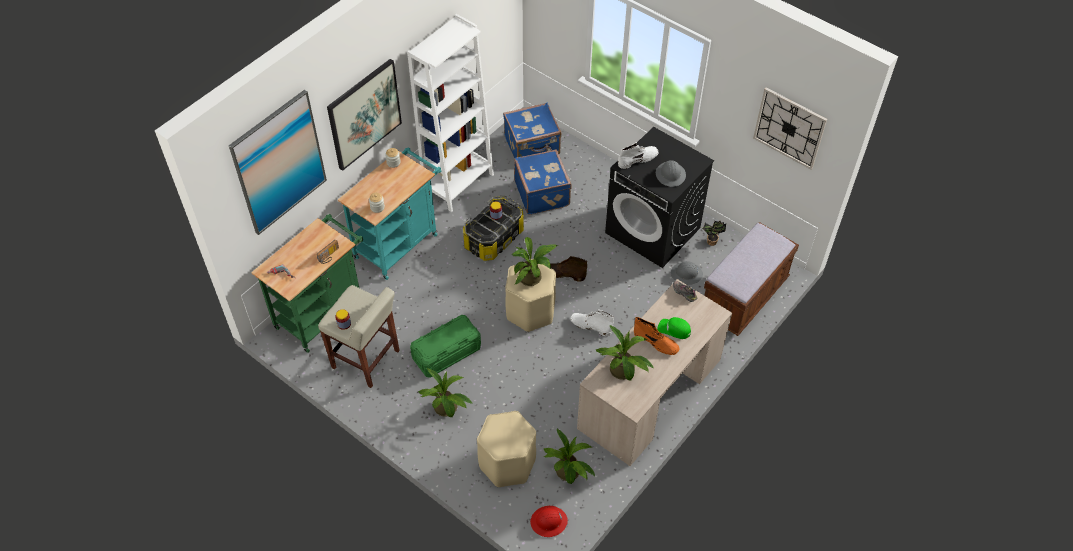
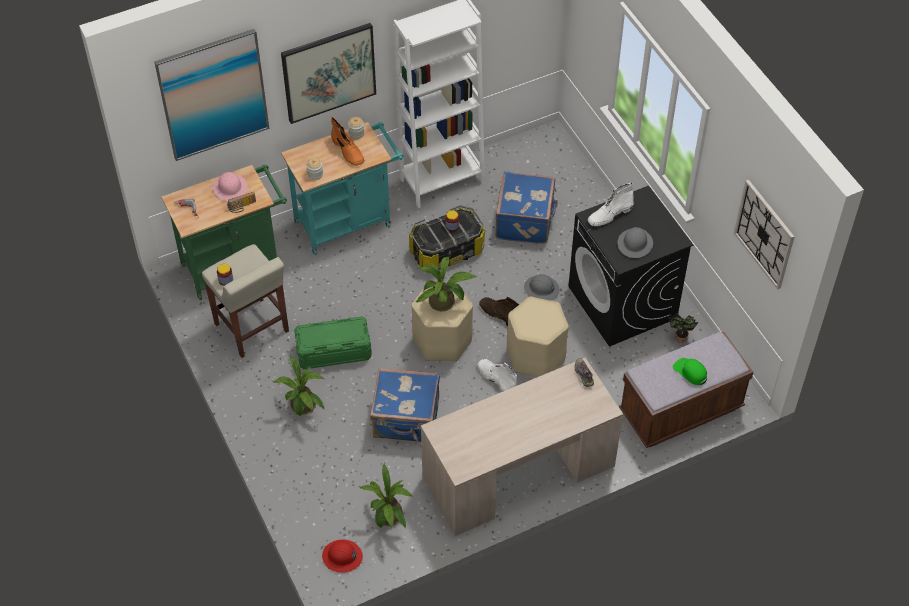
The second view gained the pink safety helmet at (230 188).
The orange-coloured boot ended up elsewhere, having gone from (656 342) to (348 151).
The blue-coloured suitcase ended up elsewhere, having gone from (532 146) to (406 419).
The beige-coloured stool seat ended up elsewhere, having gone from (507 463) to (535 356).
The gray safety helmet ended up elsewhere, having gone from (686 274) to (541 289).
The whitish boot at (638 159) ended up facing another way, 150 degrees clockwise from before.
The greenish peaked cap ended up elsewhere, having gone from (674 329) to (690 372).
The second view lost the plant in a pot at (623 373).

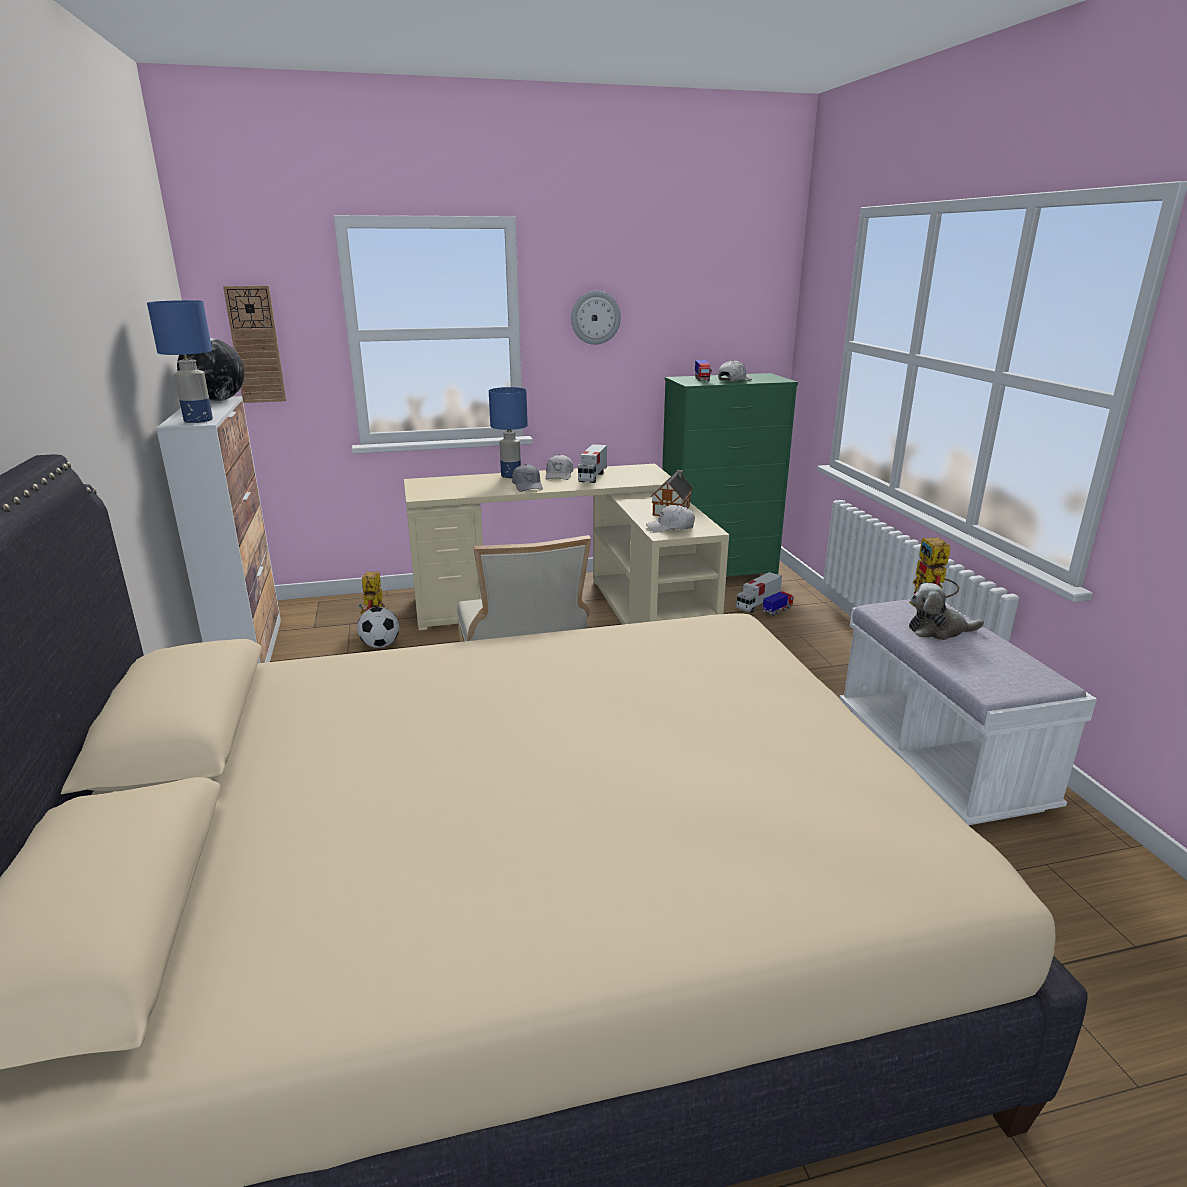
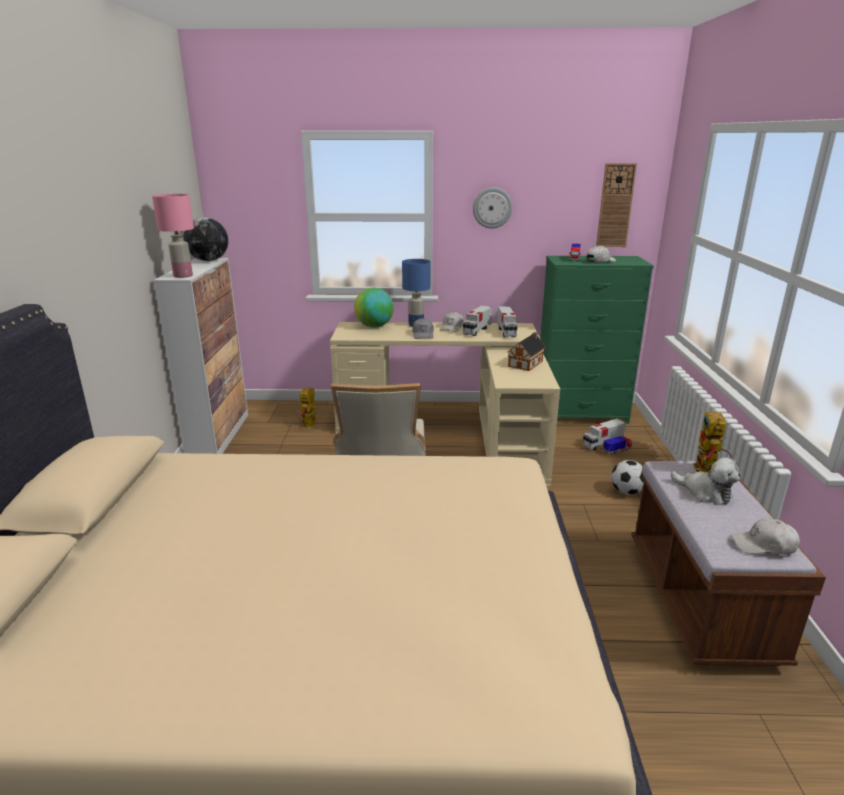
What was the blue-coloured table lamp at (199 420) turned into the pink table lamp at (183 276).
The second view gained the desk globe at (374 326).
The second view gained the model truck at (506 331).
The clock on the wall ended up elsewhere, having gone from (256 345) to (615 206).
The ball for football ended up elsewhere, having gone from (380 645) to (627 492).
What was the whitish indoor bench at (938 760) turned into the brown-coloured indoor bench at (700 601).
The plush toy at (938 630) ended up facing another way, 150 degrees counterclockwise from before.
The whitish peaked cap ended up elsewhere, having gone from (670 527) to (764 545).

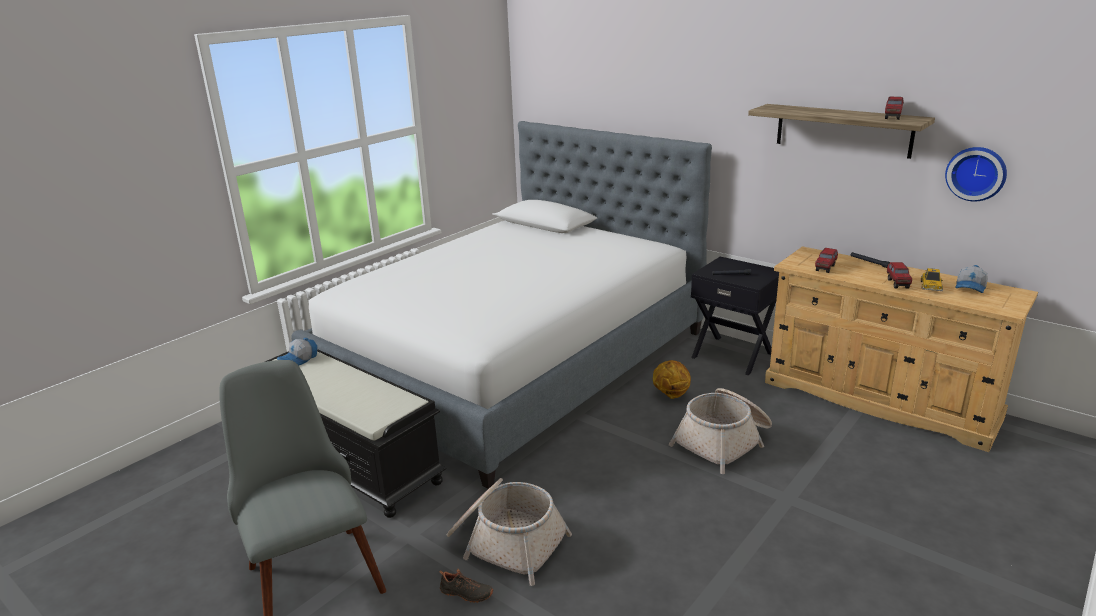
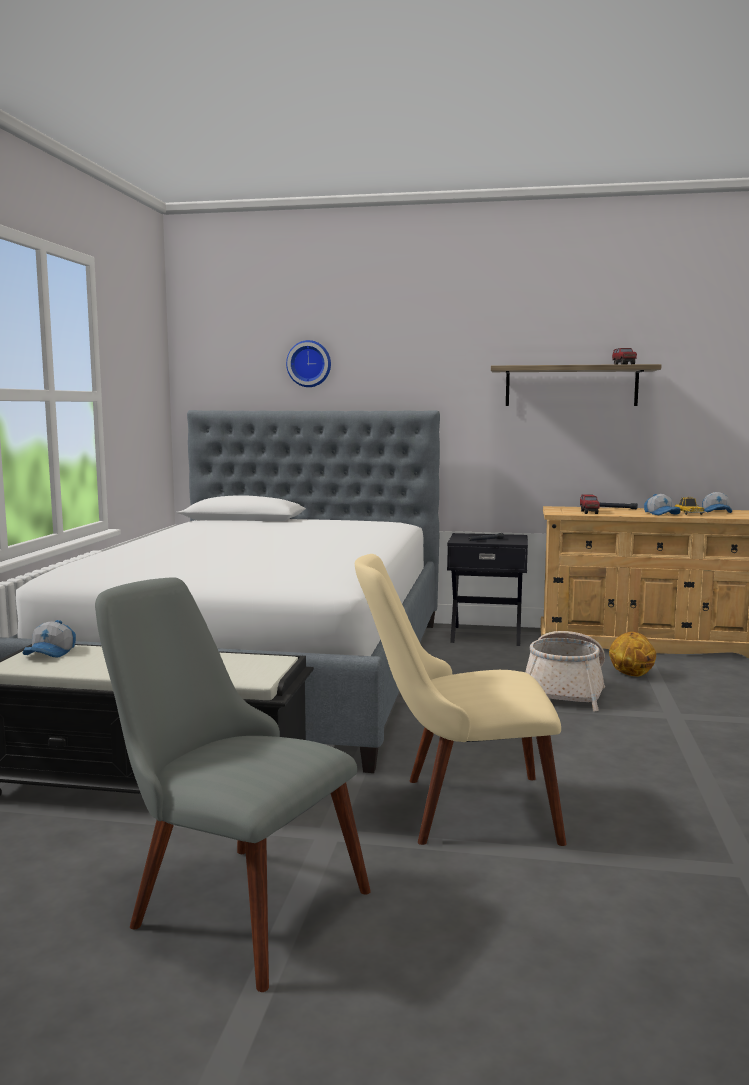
The clock on the wall ended up elsewhere, having gone from (976 173) to (309 364).
Where the storage basket stood at (506 542), the beige-coloured plain chair came to stand at (457 809).
The basketball ball ended up elsewhere, having gone from (670 394) to (631 674).
Where the model truck stood at (897 283), the peaked cap came to stand at (662 514).
The second view lost the black-coloured low shoe at (466 594).

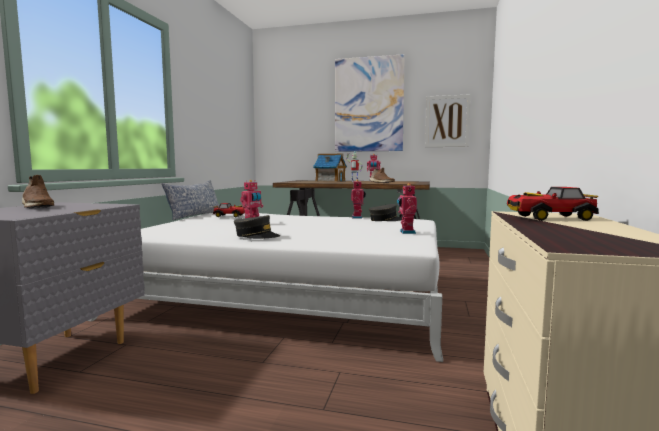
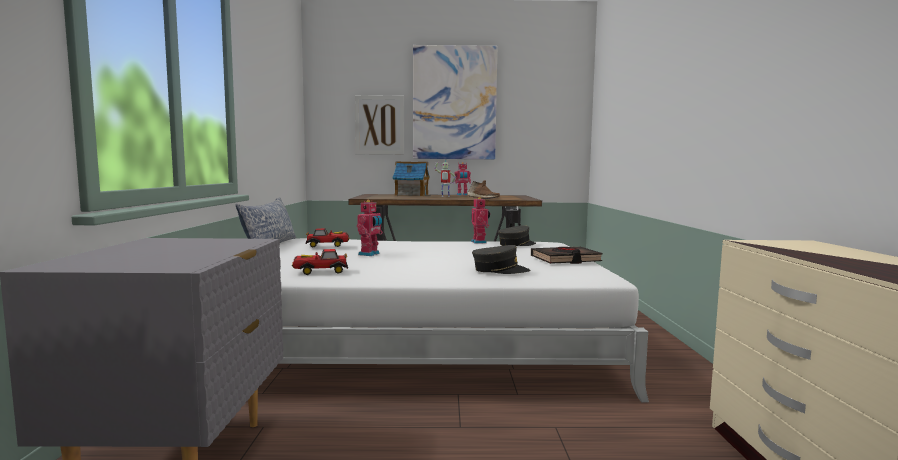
The model car ended up elsewhere, having gone from (549 218) to (320 271).
The wall picture ended up elsewhere, having gone from (447 121) to (379 125).
The gray peaked cap ended up elsewhere, having gone from (256 236) to (499 270).
Where the toy robot stood at (406 232), the black-coloured book came to stand at (565 260).
The second view lost the brown-coloured low shoe at (37 207).

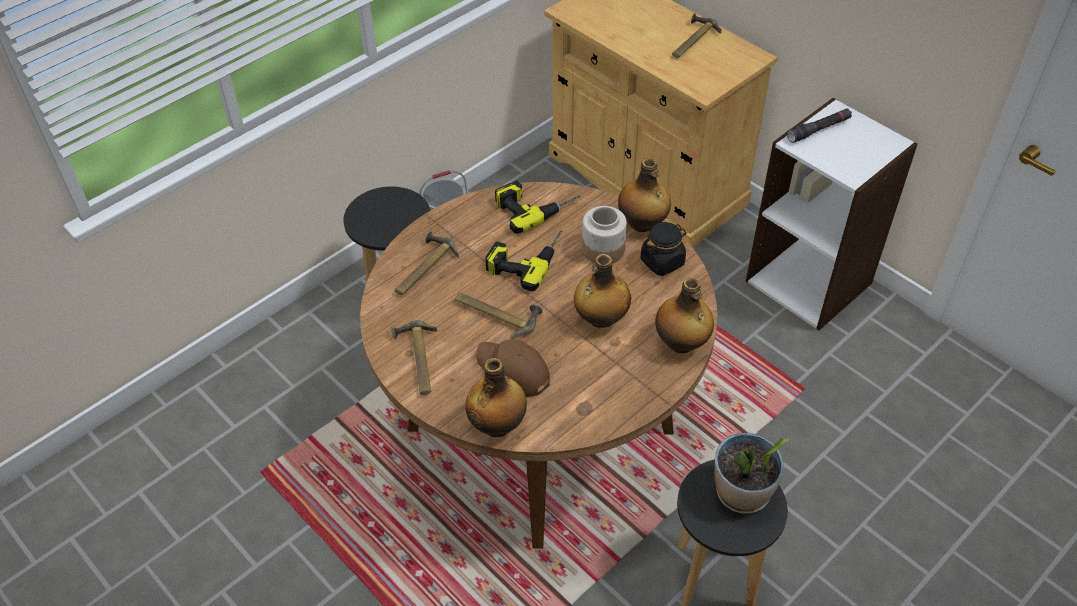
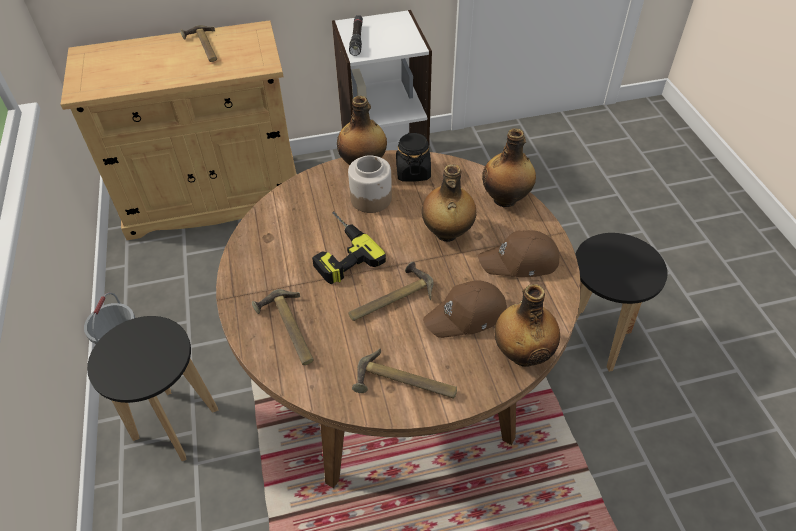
The second view gained the brown-coloured peaked cap at (520 262).
The second view lost the electric drill at (535 205).
The second view lost the plant in a pot at (742 494).

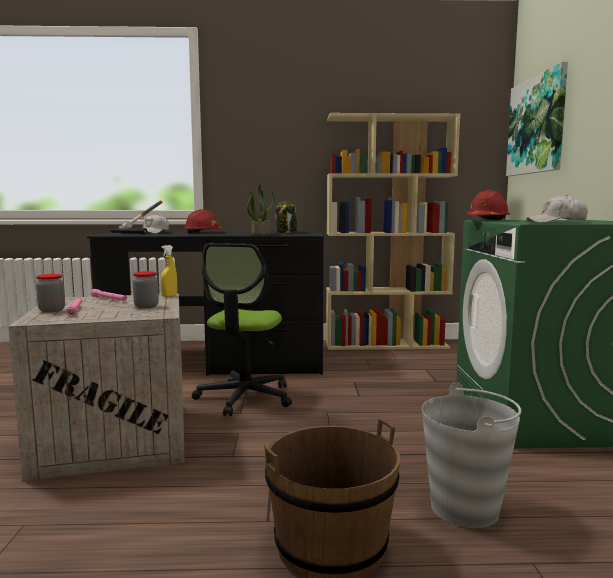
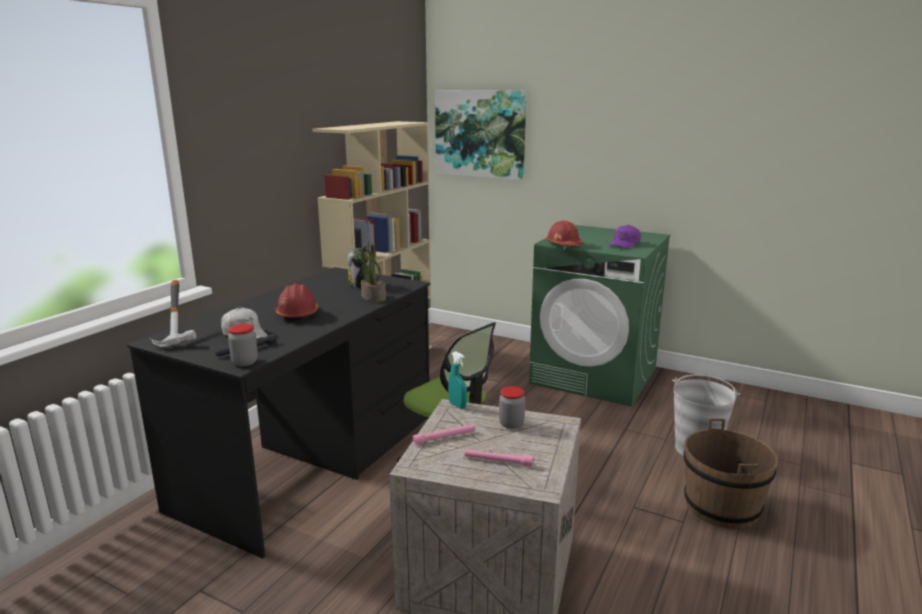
The jar ended up elsewhere, having gone from (52 310) to (245 362).
What was the yellow-coloured spray bottle at (169 296) turned into the turquoise spray bottle at (457 405).
What was the whitish peaked cap at (556 222) turned into the purplish peaked cap at (624 244).

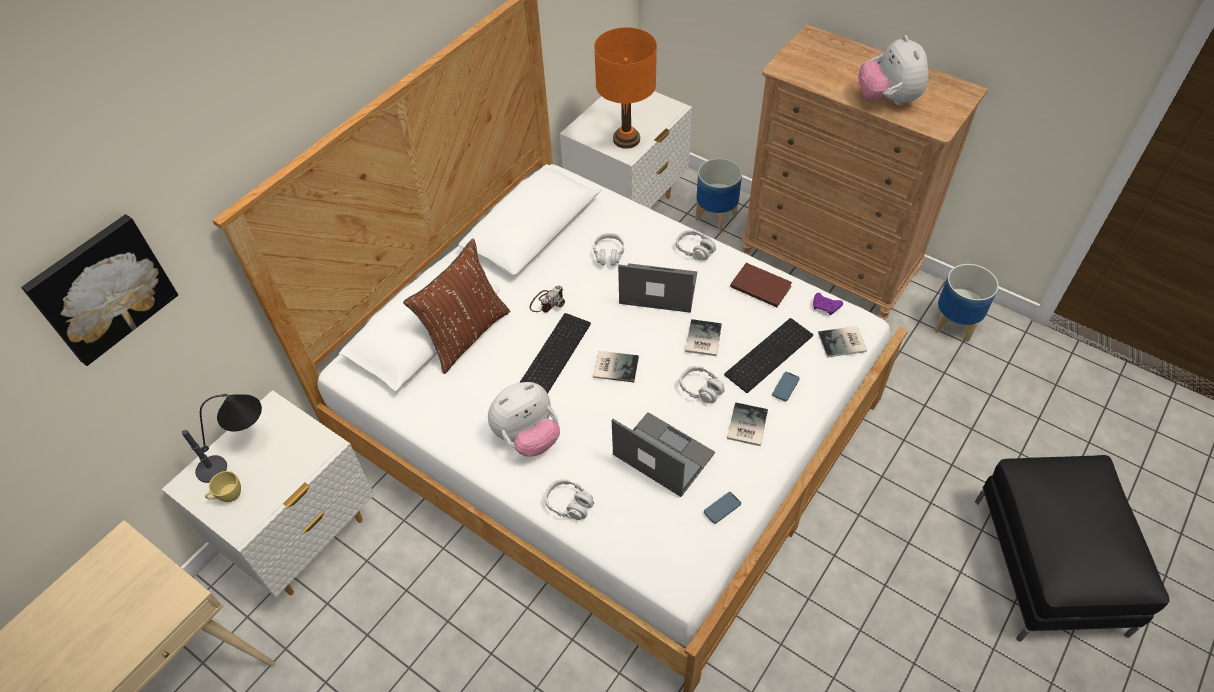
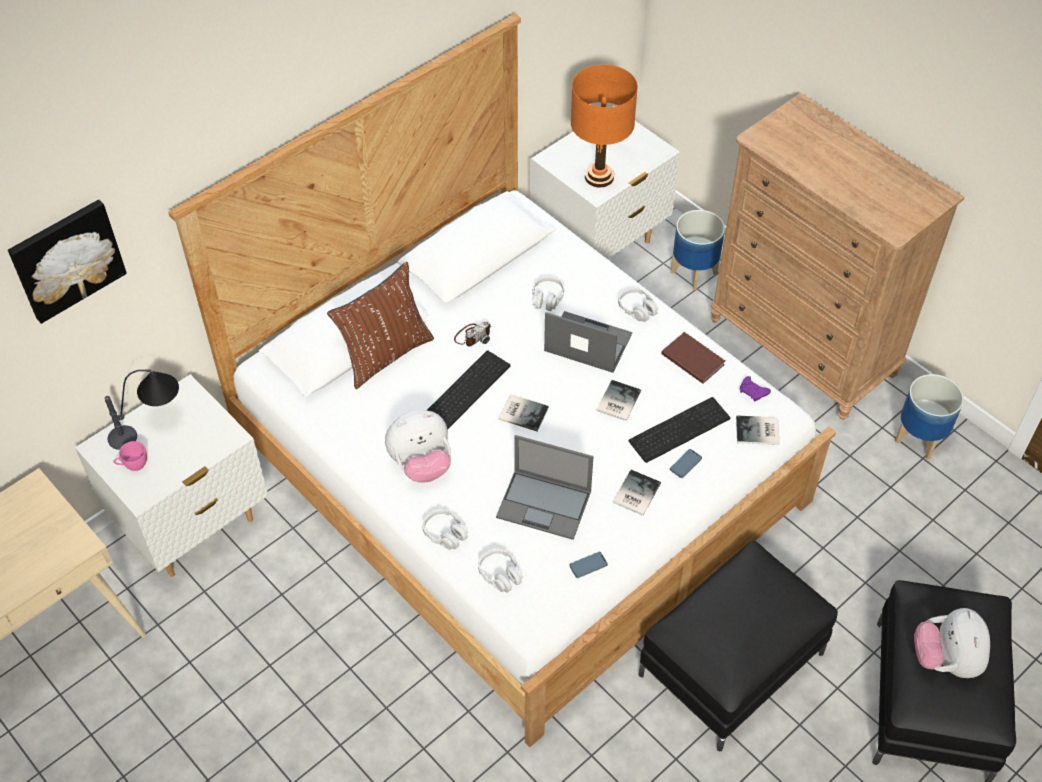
What was the yellow-coloured cup at (228 496) turned into the pink cup at (133 465).
The gray headphones ended up elsewhere, having gone from (701 389) to (500 574).
The notebook computer at (662 454) ended up facing another way, 150 degrees clockwise from before.
The second view gained the black-coloured pouffe at (731 663).
The plush toy ended up elsewhere, having gone from (888 99) to (945 660).

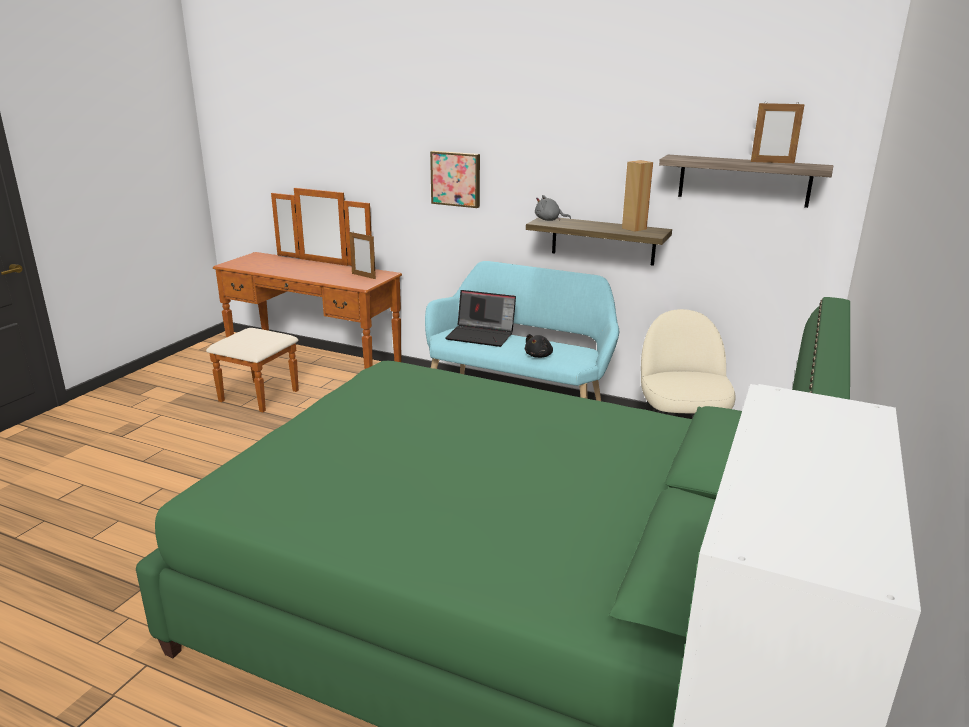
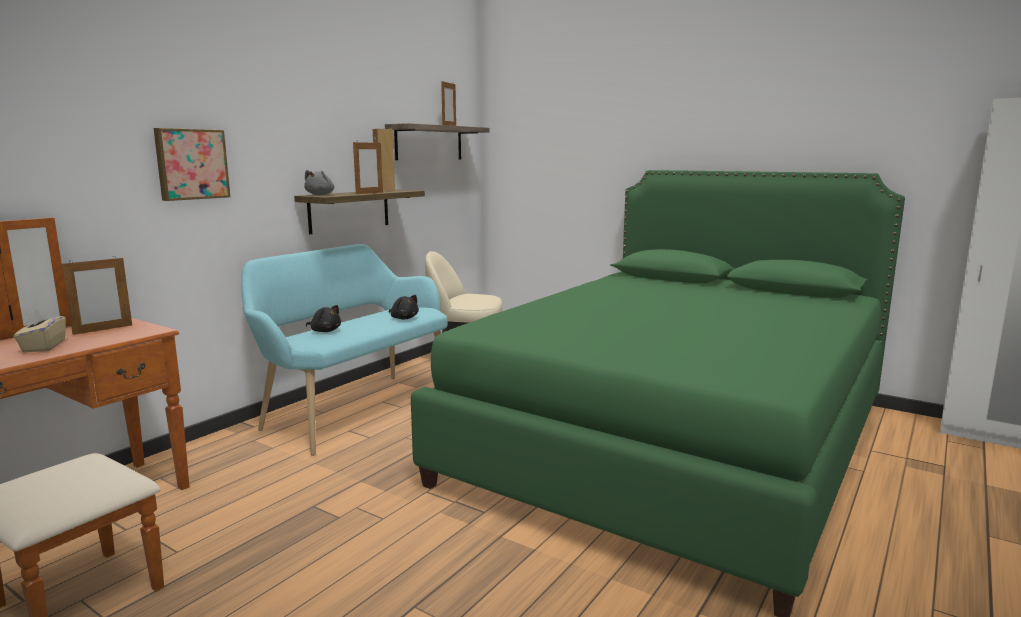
The second view gained the beige-coloured box of tissues at (43 347).
Where the notebook computer stood at (481 335), the black-coloured plush toy came to stand at (325 331).
The second view gained the standing frame at (369 193).

